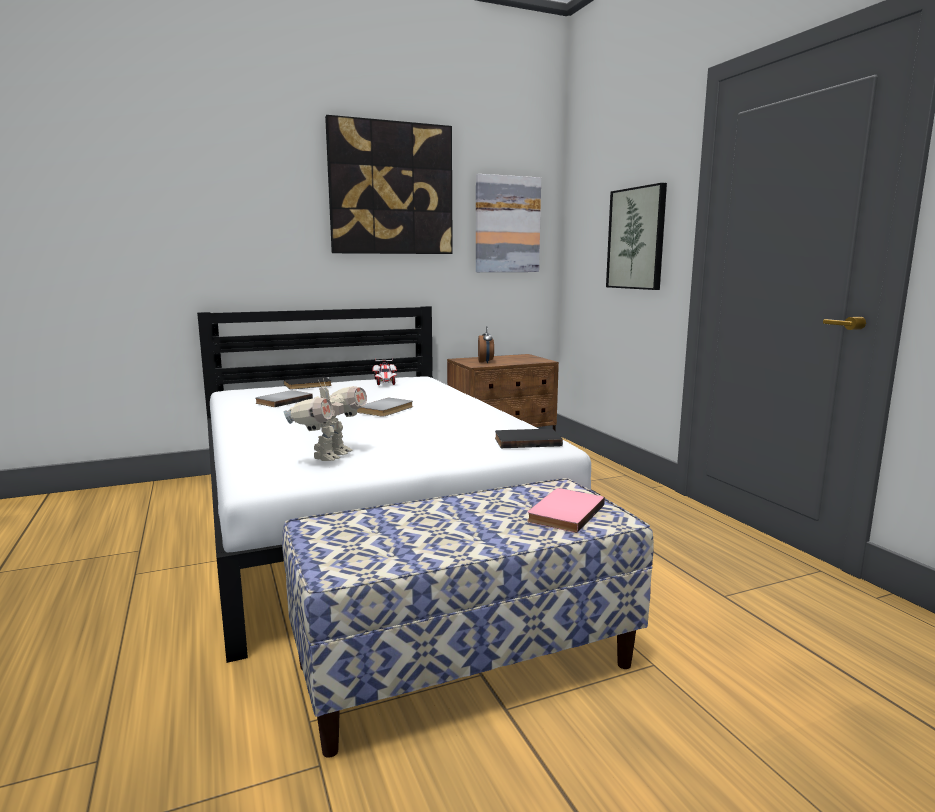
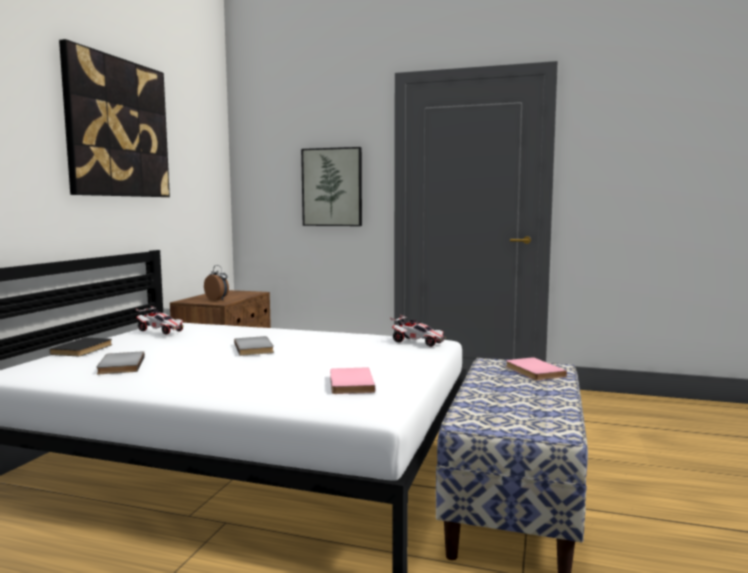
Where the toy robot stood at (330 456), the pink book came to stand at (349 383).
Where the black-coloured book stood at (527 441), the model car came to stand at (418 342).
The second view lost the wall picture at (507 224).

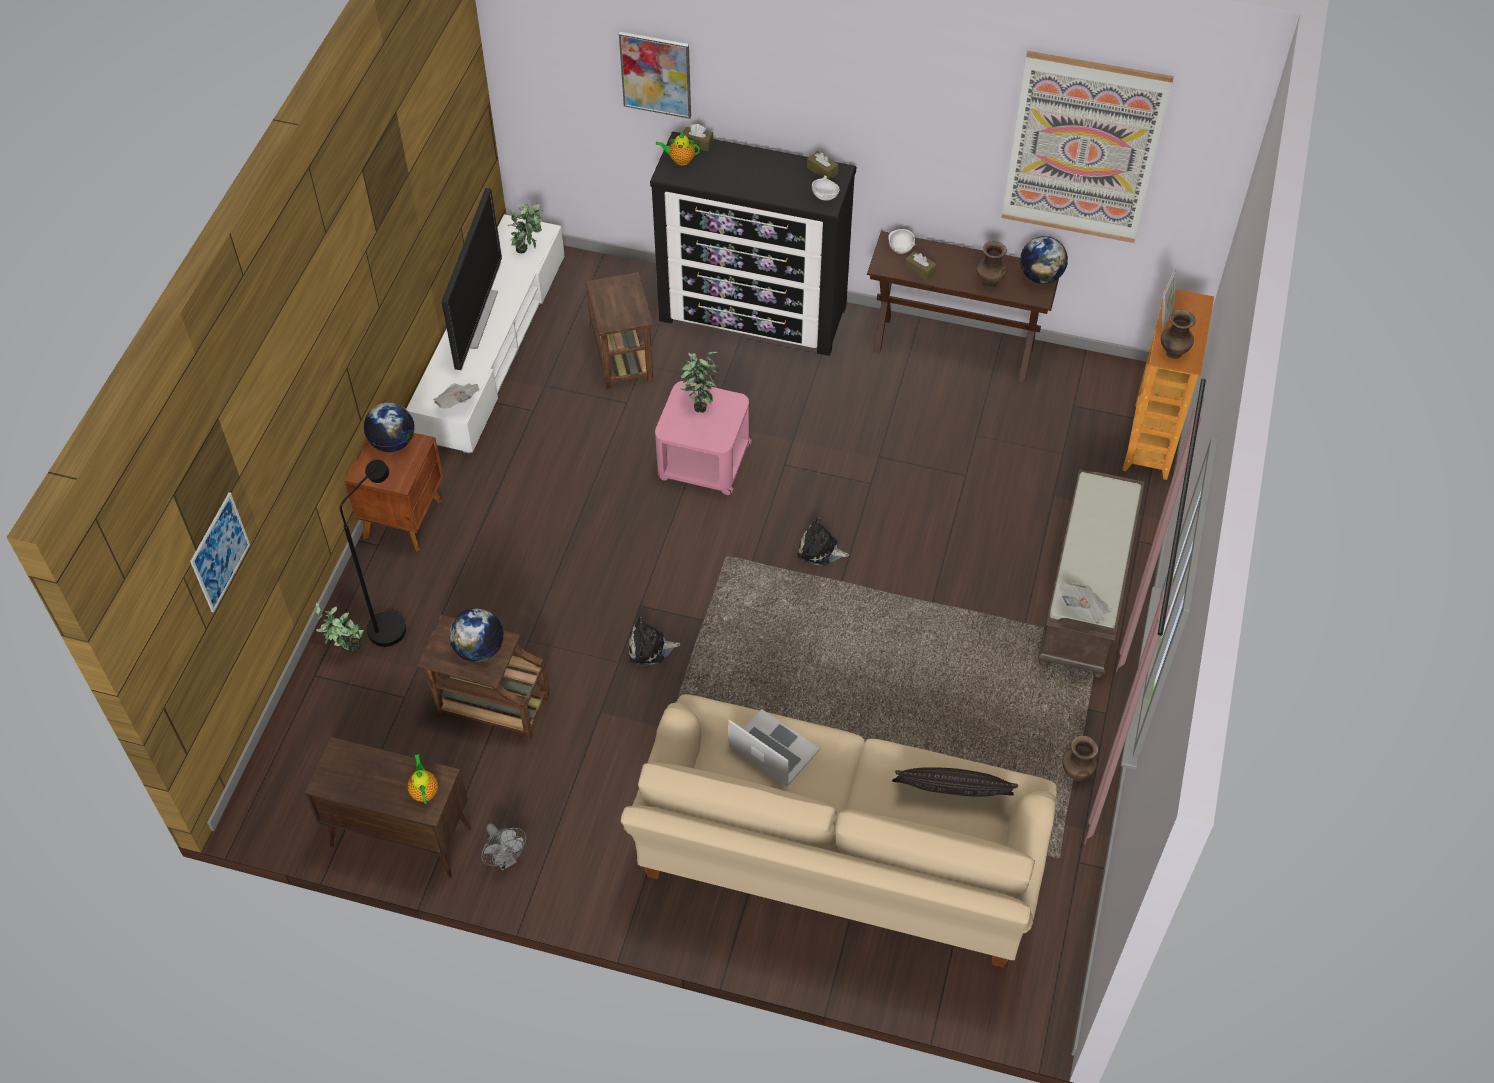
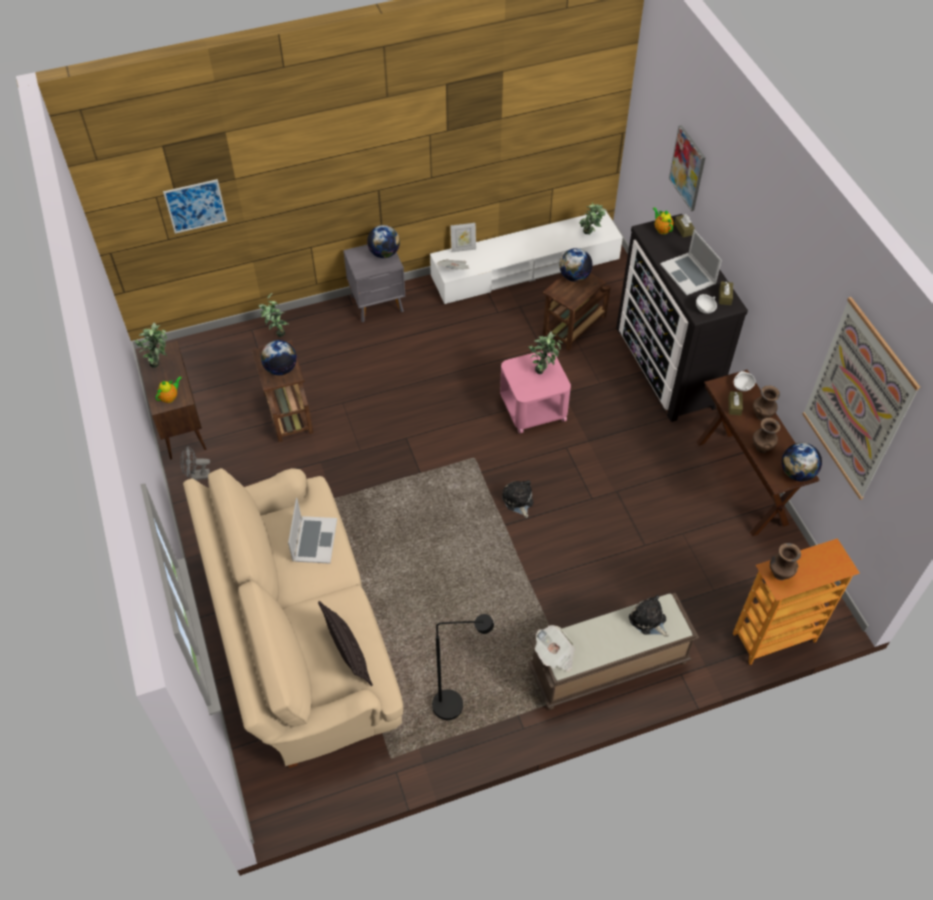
The second view gained the plant in a pot at (159 361).
The gray electric fan at (505 859) ended up facing another way, 60 degrees clockwise from before.
What was the brown-coloured nightstand at (405 518) turned into the gray nightstand at (378 304).
The black-coloured floor lamp ended up elsewhere, having gone from (393 622) to (456 704).
The standing frame ended up elsewhere, having gone from (1164 316) to (463 249).
The second view gained the desk globe at (574 276).
The plush toy ended up elsewhere, having gone from (650 648) to (648 620).
The second view gained the notebook computer at (688 274).
The brown-coloured vase ended up elsewhere, having gone from (1076 772) to (762 415).
The second view lost the television at (475 318).

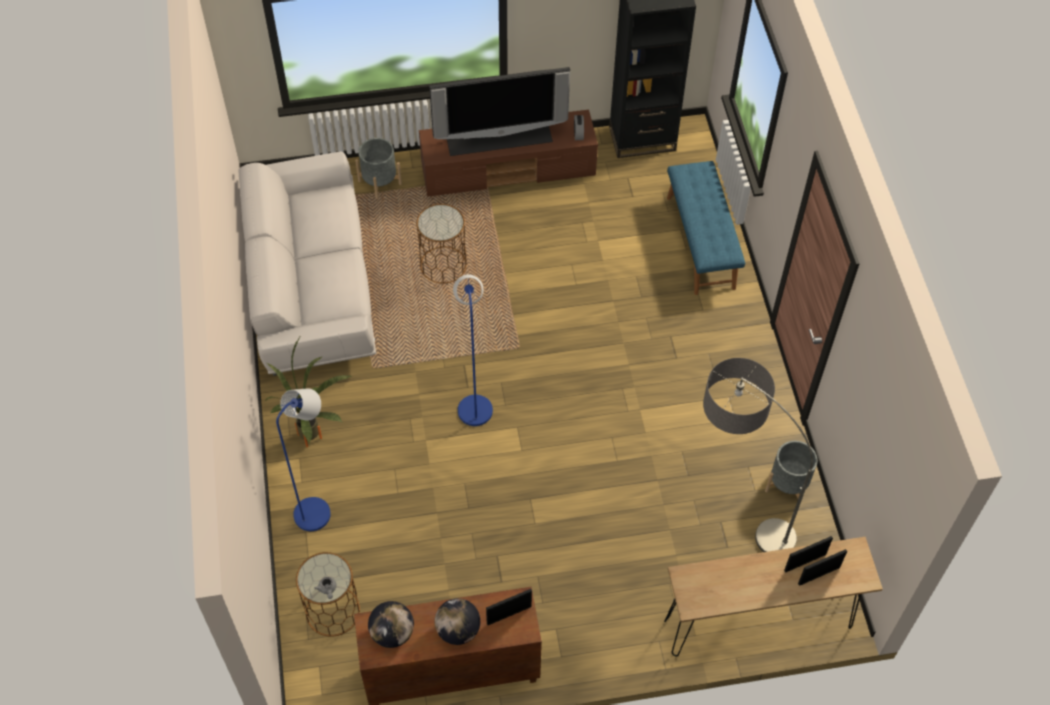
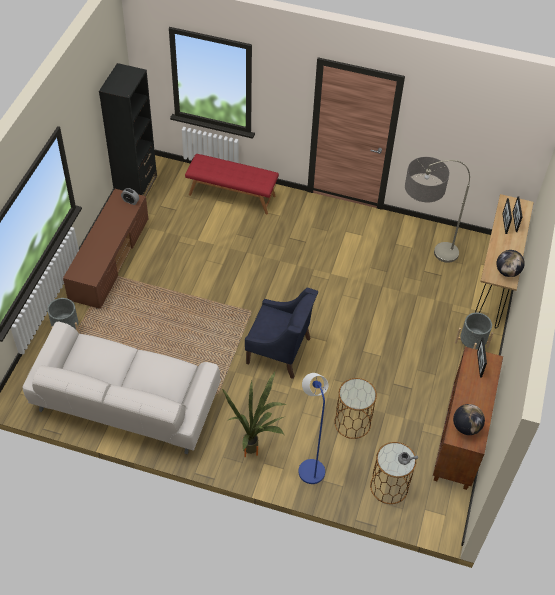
What was the blue-coloured indoor bench at (701 242) turned into the red-coloured indoor bench at (232 195).
Where the blue-coloured floor lamp stood at (474 404), the blue-coloured easy chair came to stand at (279 351).
The brown-coloured end table ended up elsewhere, having gone from (443 265) to (352 423).
The gray plant pot ended up elsewhere, having gone from (788 484) to (471 345).
The desk globe ended up elsewhere, having gone from (458 630) to (507 272).
The second view lost the television at (499 137).

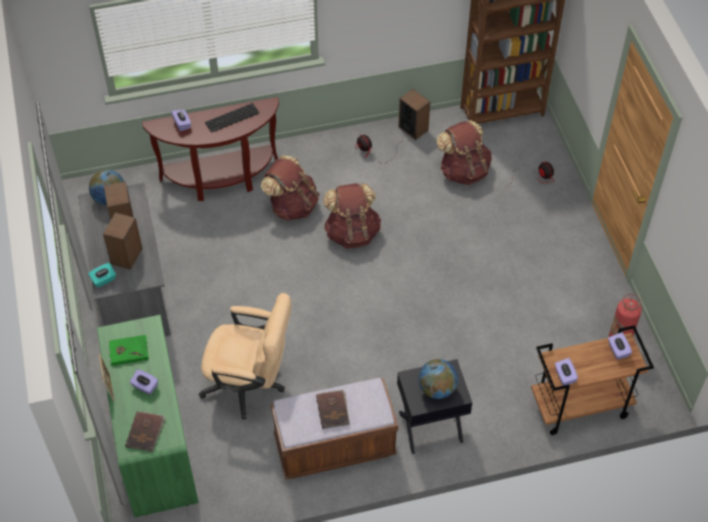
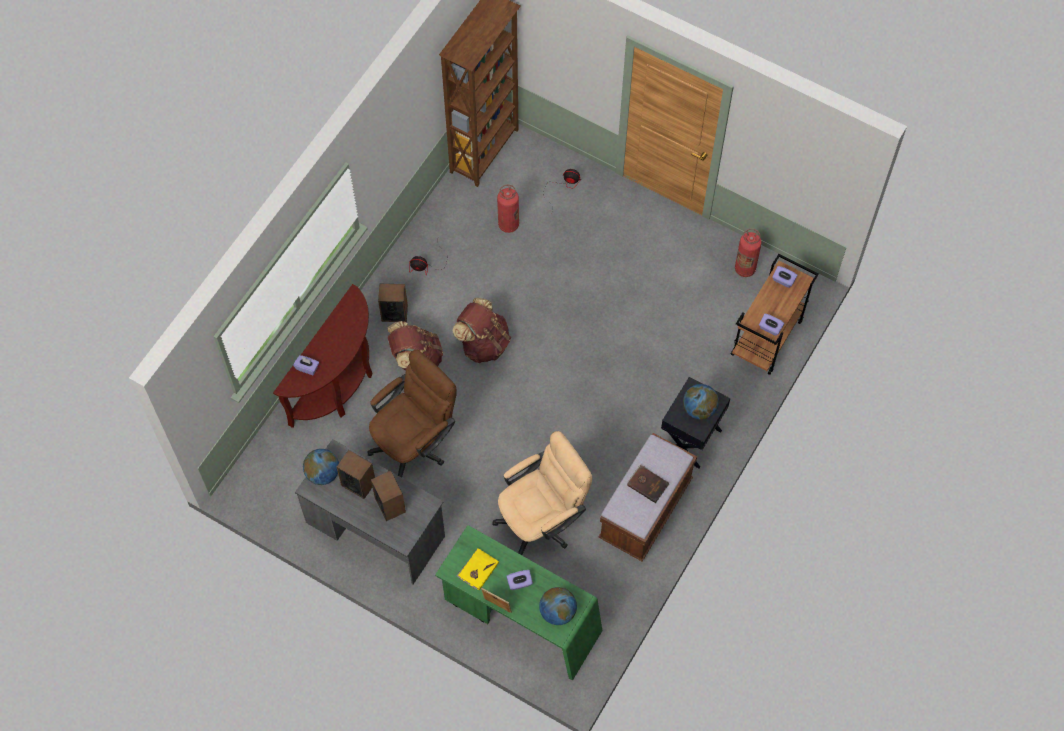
The second view gained the brown-coloured office chair at (415 442).
The speaker ended up elsewhere, having gone from (413 128) to (394 313).
What was the greenish book at (128 350) turned into the yellow-coloured book at (477 570).
Where the brown-coloured rucksack stood at (463 170), the fire-fighting cylinder came to stand at (508 224).
Where the brown-coloured book stood at (146 432), the desk globe came to stand at (557 612).
The second view lost the turquoise box of tissues at (103 280).
The second view lost the keyboard at (232 118).

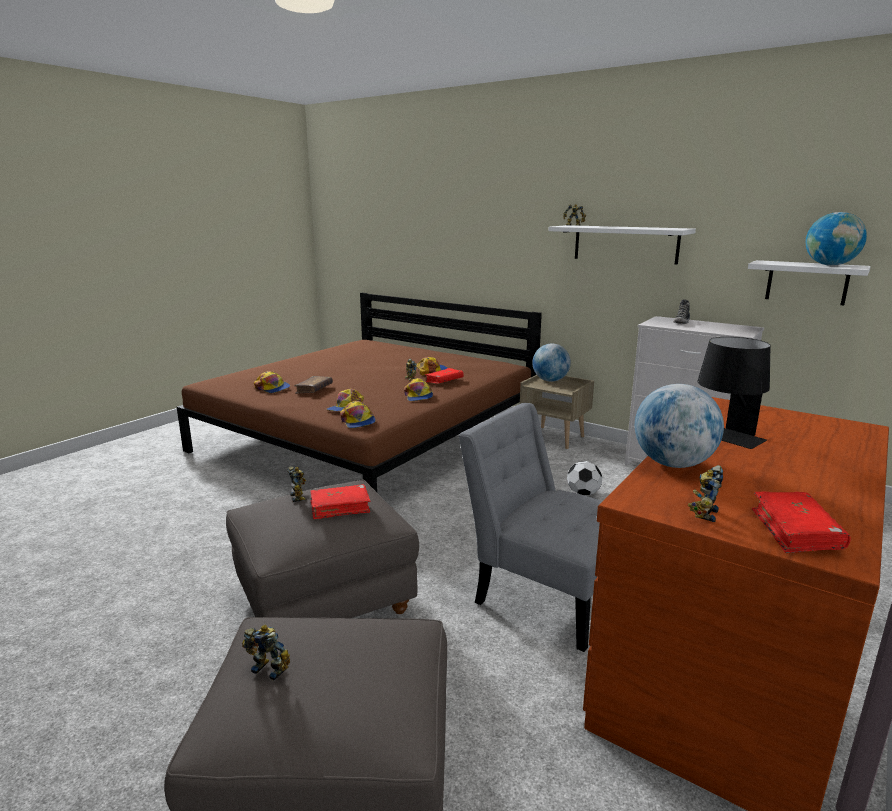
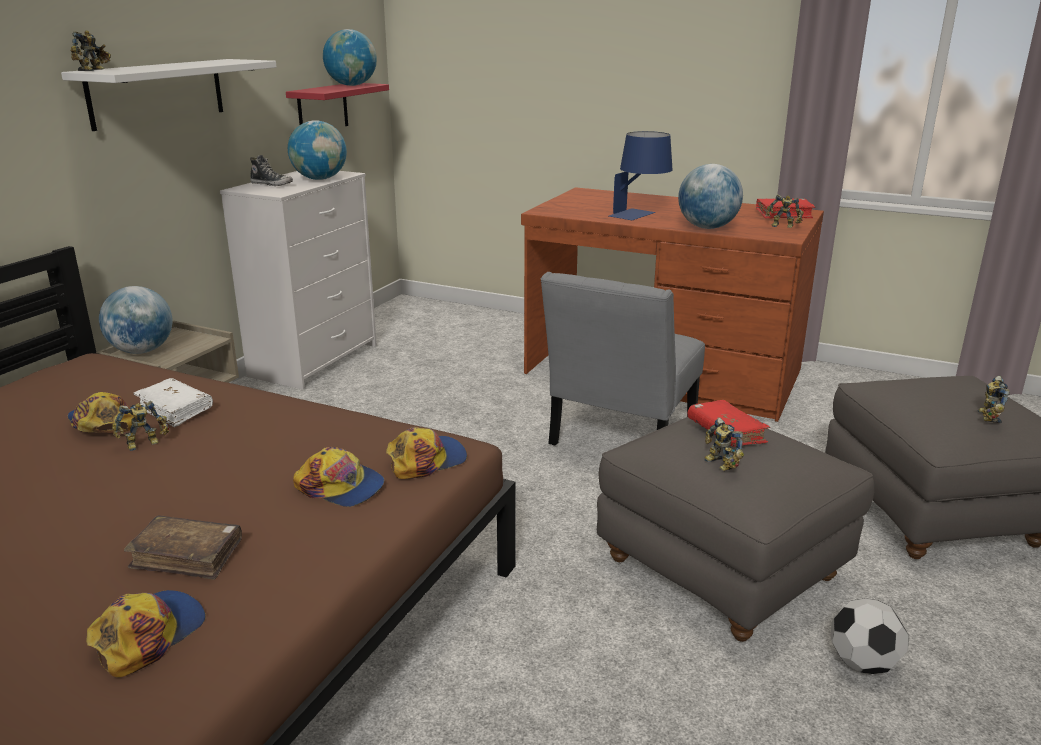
What was the red-coloured book at (444 381) turned into the whitish book at (175 410).
What was the whitish bracket shelf at (807 282) turned into the red-coloured bracket shelf at (322 108).
The second view gained the desk globe at (320 179).
What was the black-coloured table lamp at (726 439) turned into the blue-coloured table lamp at (640 215).
The toy robot at (299 497) ended up facing another way, 90 degrees counterclockwise from before.
The ball for football ended up elsewhere, having gone from (583 493) to (863 663).
The second view lost the peaked cap at (418 396).

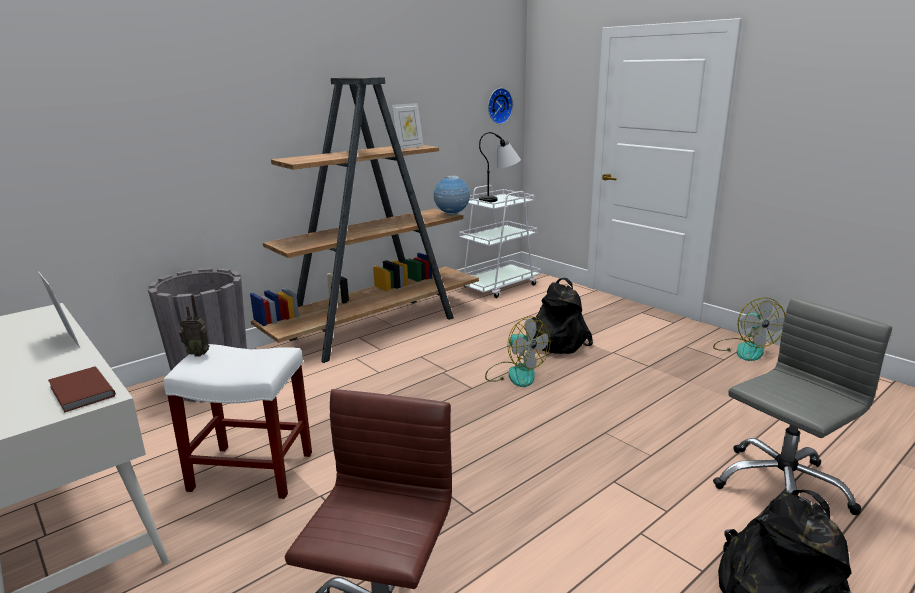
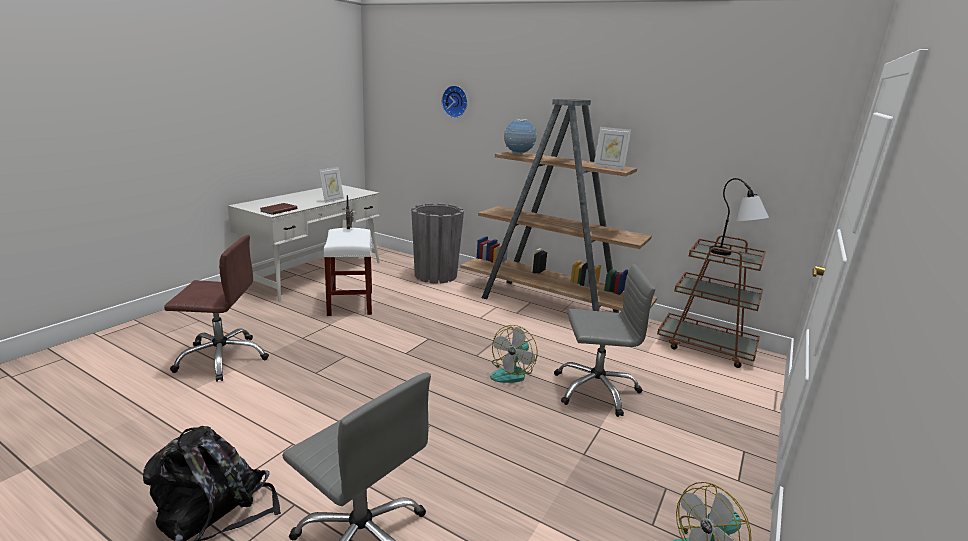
The clock on the wall ended up elsewhere, having gone from (498 106) to (455 101).
The desk globe ended up elsewhere, having gone from (452 215) to (518 154).
Where the black-coloured rucksack stood at (555 342), the gray office chair came to stand at (595 389).
What was the whitish wheeled cart at (498 286) turned into the brown-coloured wheeled cart at (706 347).

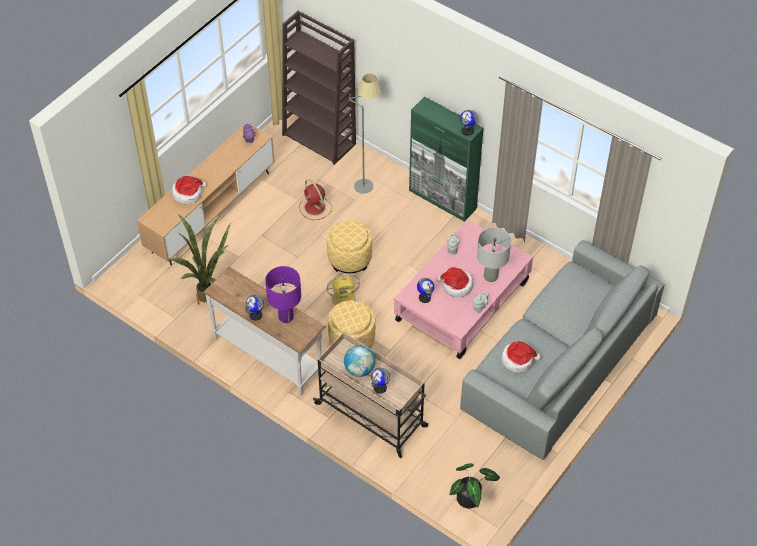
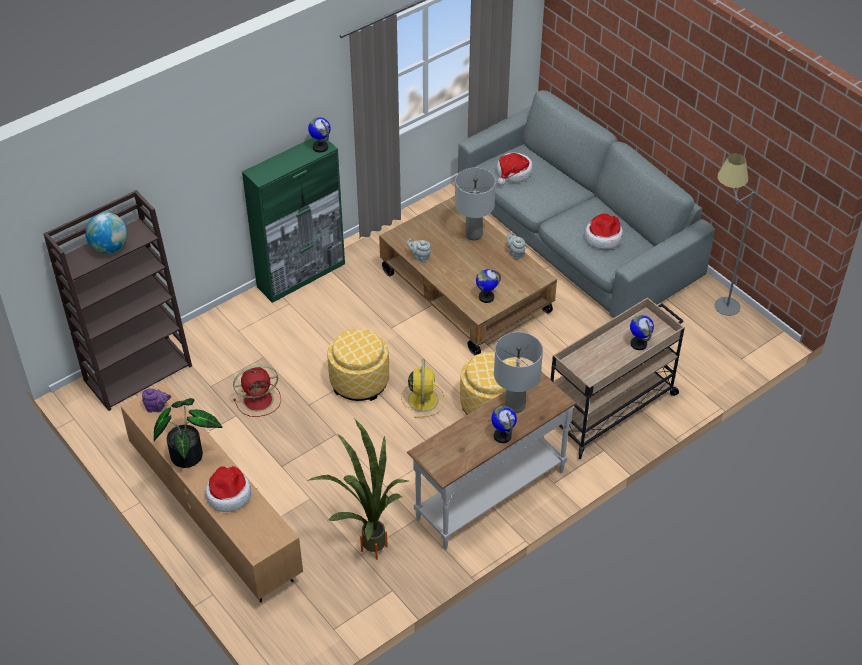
The desk globe ended up elsewhere, having gone from (359 369) to (110 247).
The plant in a pot ended up elsewhere, having gone from (471 499) to (189 453).
What was the pink lounge table at (463 301) turned into the brown-coloured lounge table at (466 292).
What was the purplish table lamp at (286 317) turned into the gray table lamp at (514 405).
The hat ended up elsewhere, having gone from (456 286) to (513 173).
The gray floor lamp ended up elsewhere, having gone from (366 179) to (716 301).

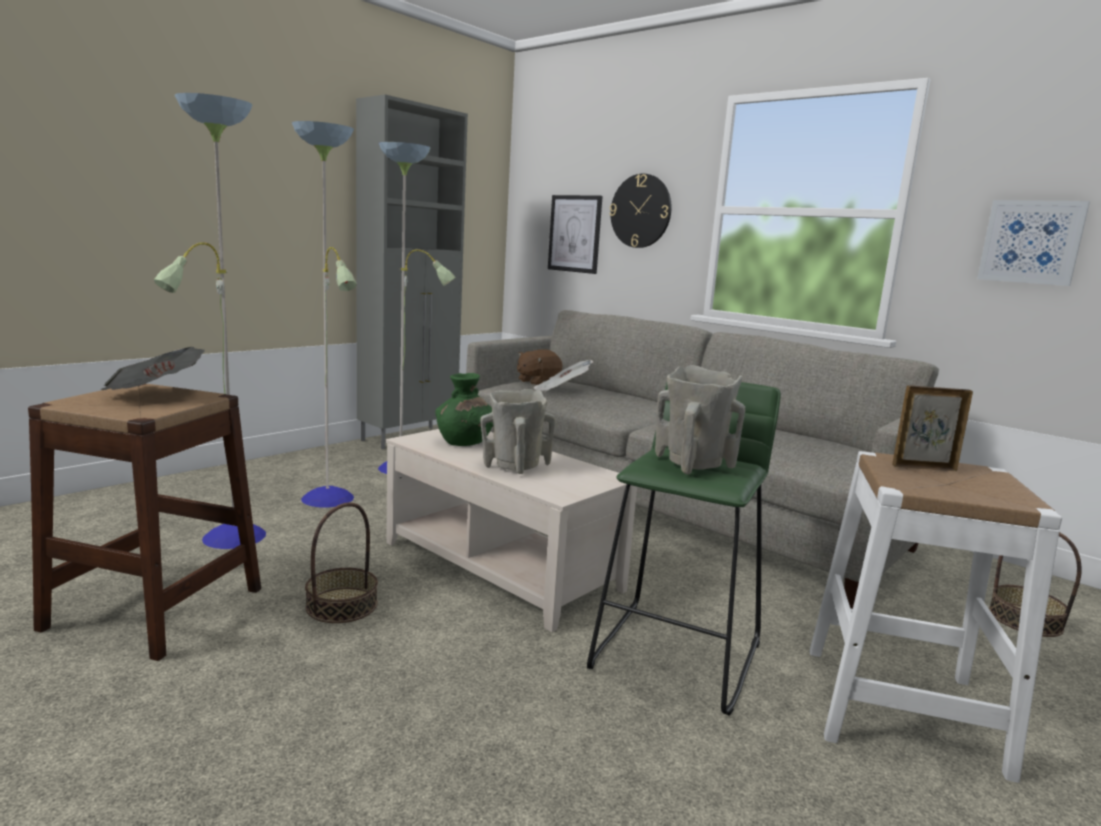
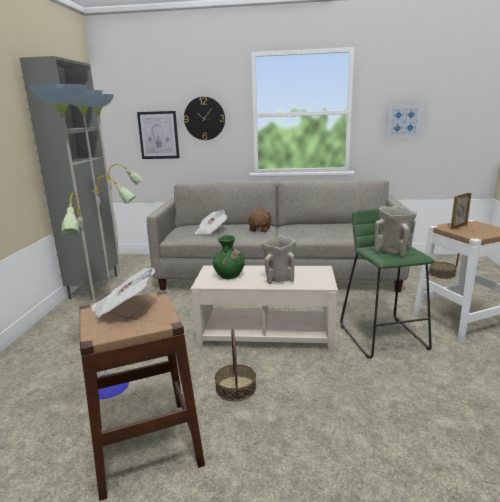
The brown-coloured plush toy ended up elsewhere, having gone from (537 382) to (259 229).

